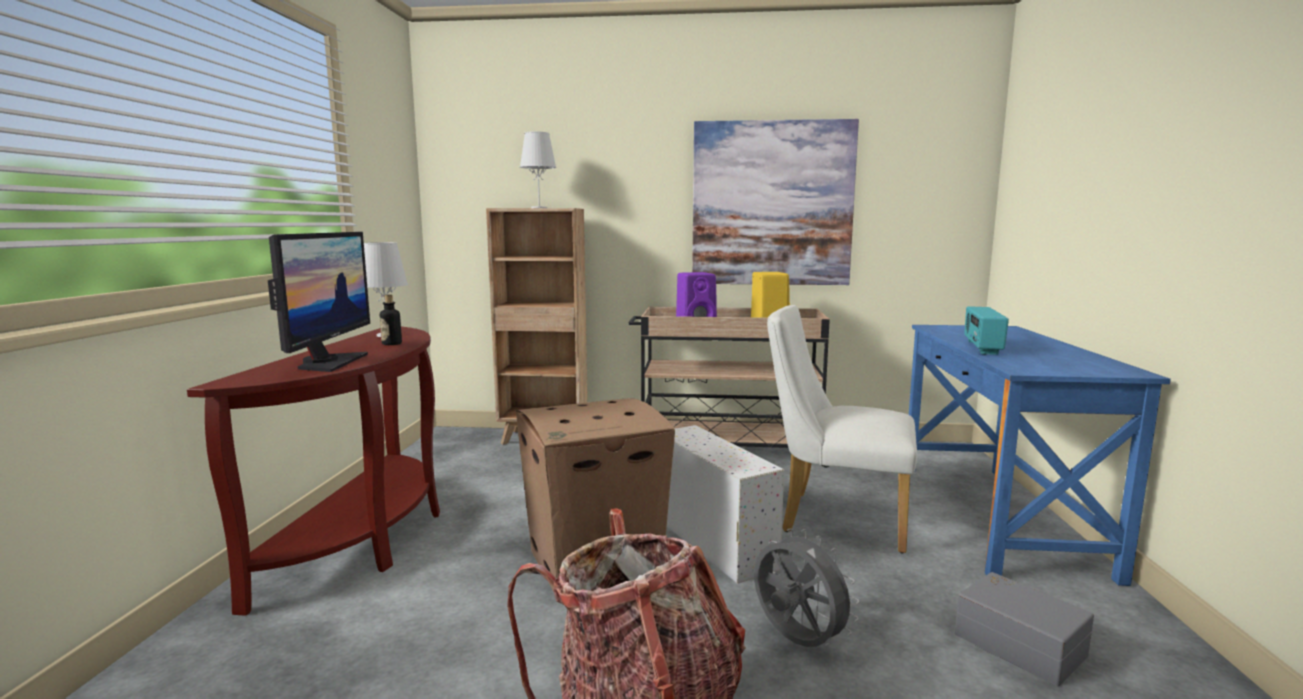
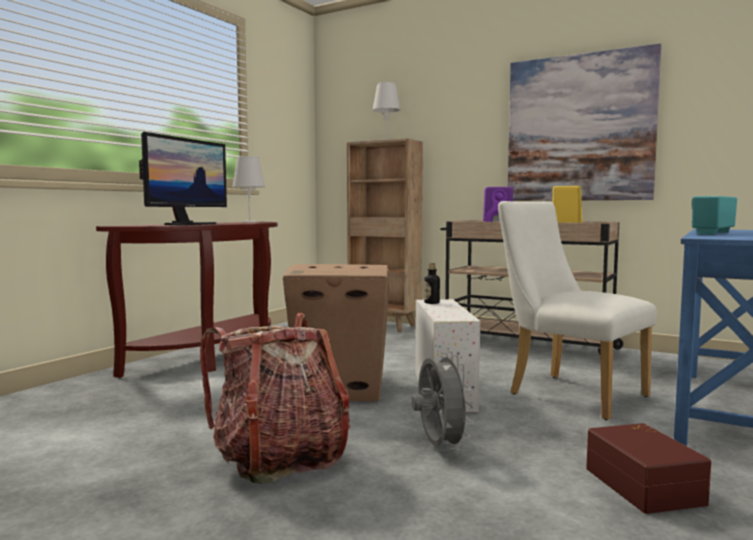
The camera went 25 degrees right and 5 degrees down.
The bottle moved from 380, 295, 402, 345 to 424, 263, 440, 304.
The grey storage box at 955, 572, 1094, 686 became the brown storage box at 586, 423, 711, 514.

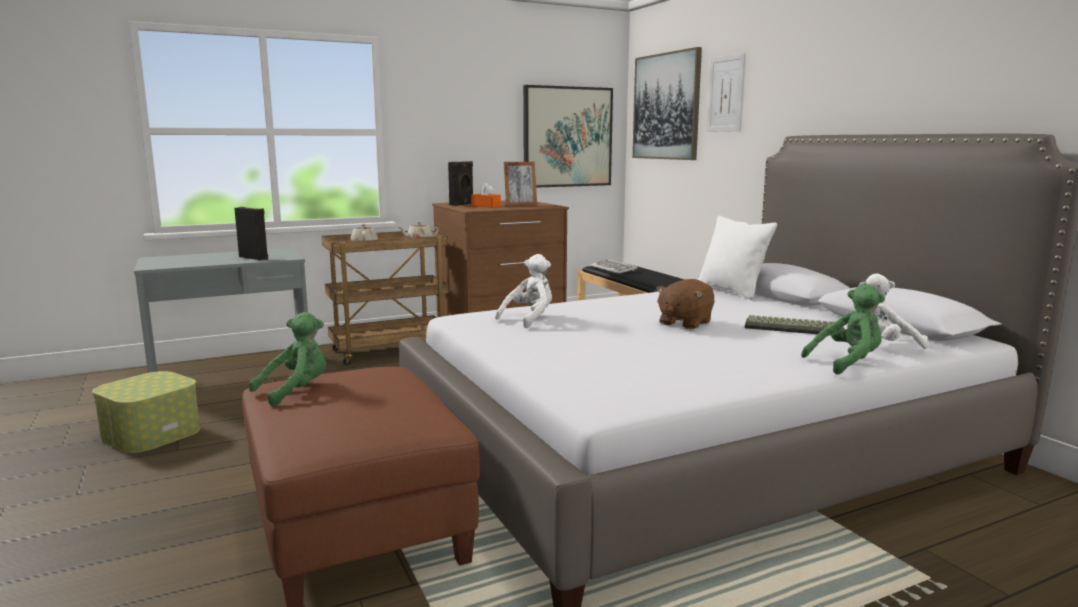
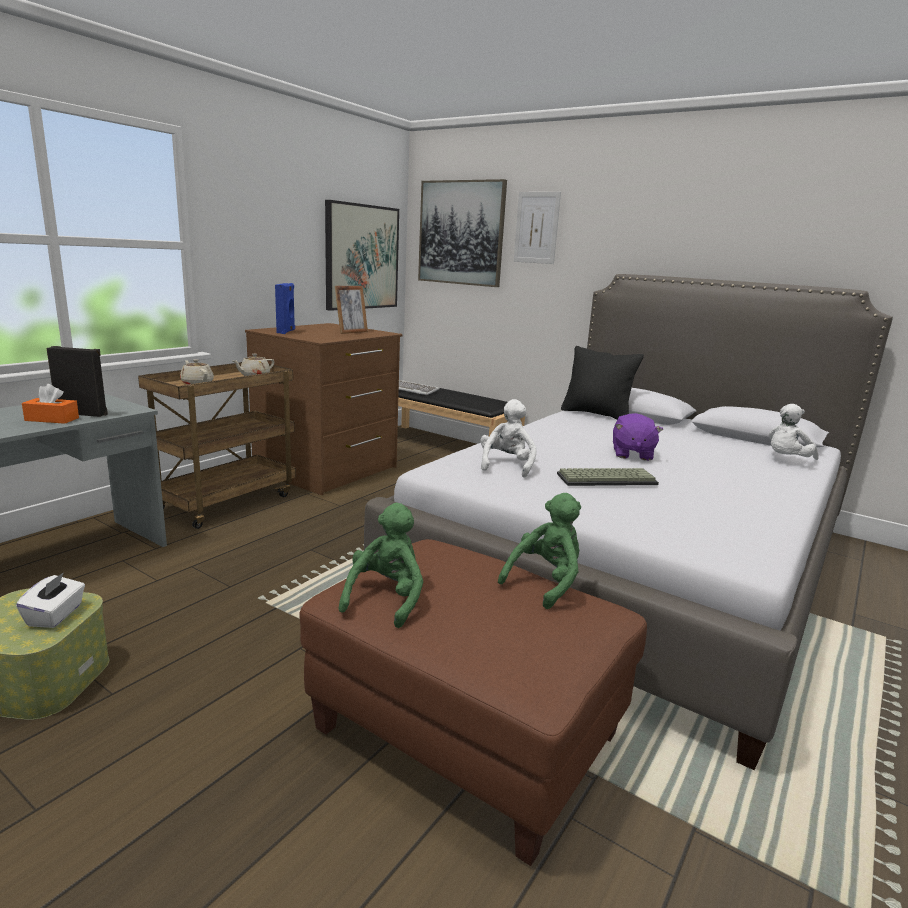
The camera went 30 degrees left and 5 degrees up.
The black speaker at 448, 161, 473, 206 became the blue speaker at 275, 283, 295, 334.
The orange tissue box moved from 471, 183, 501, 208 to 22, 384, 79, 424.
The brown plush toy at 656, 279, 714, 329 became the purple plush toy at 613, 413, 663, 461.
The white pillow at 698, 216, 777, 300 became the black pillow at 561, 346, 644, 419.
The keyboard moved from 745, 315, 834, 336 to 557, 468, 659, 486.
The green plush toy moved from 801, 284, 885, 375 to 498, 493, 581, 609.
The white tissue box at 16, 572, 85, 628 appeared.

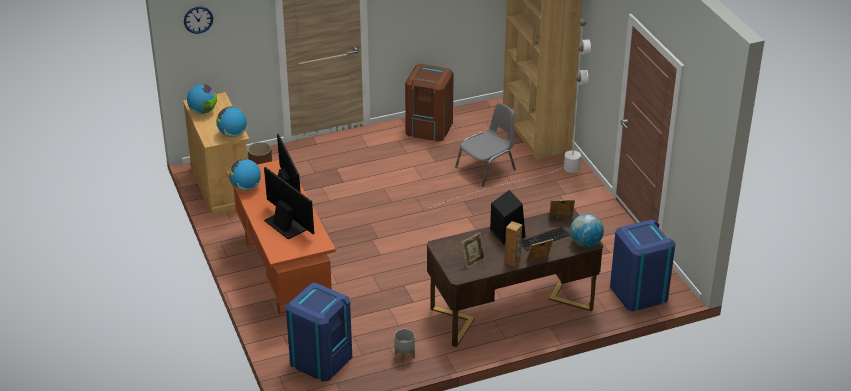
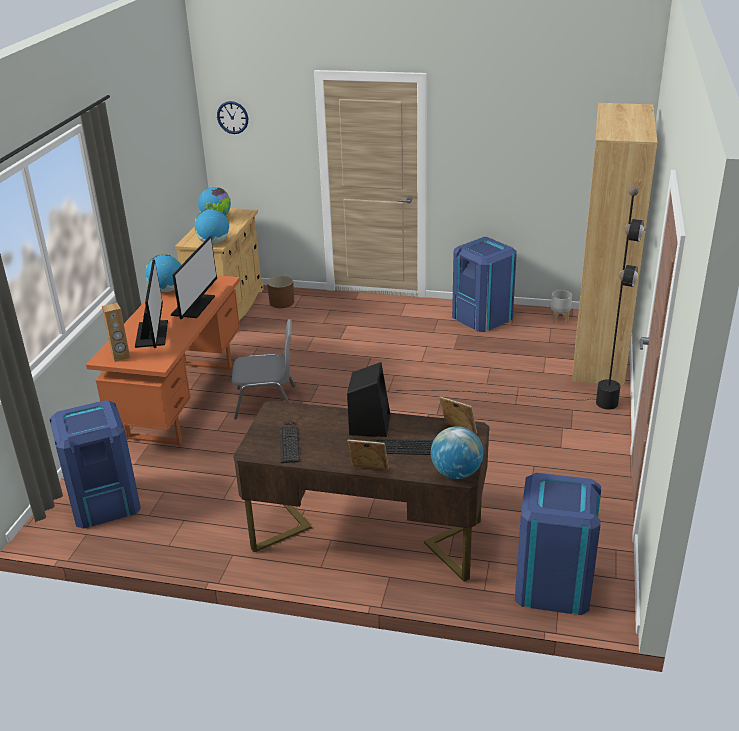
The camera went 35 degrees right and 5 degrees down.
The grey planter moved from 394, 329, 415, 363 to 551, 290, 572, 323.
The brown trash can at 405, 64, 454, 142 became the blue trash can at 452, 237, 517, 332.
The white floor lamp at 428, 19, 591, 209 became the black floor lamp at 395, 186, 644, 410.
The grey chair moved from 455, 103, 516, 187 to 232, 319, 295, 419.
The picture frame at 461, 233, 485, 268 was replaced by the keyboard at 279, 416, 302, 463.
The brown speaker moved from 505, 221, 522, 267 to 102, 303, 130, 362.

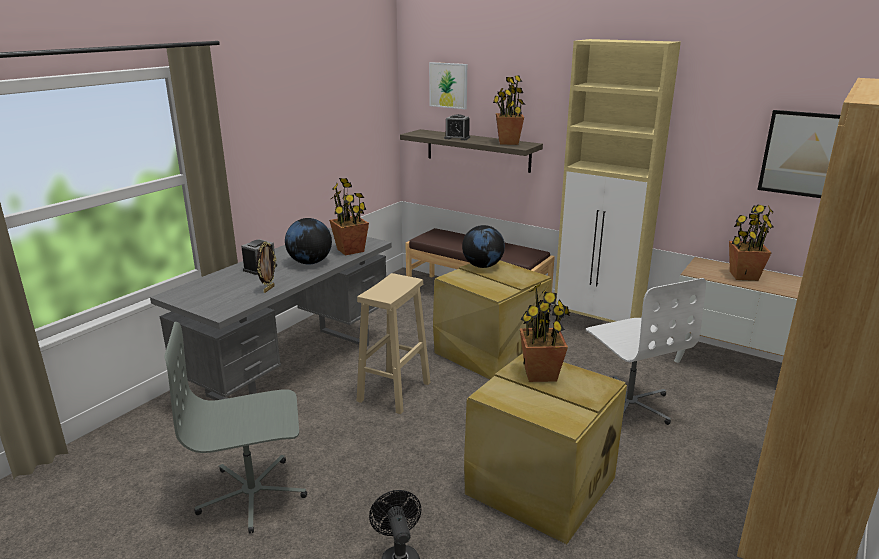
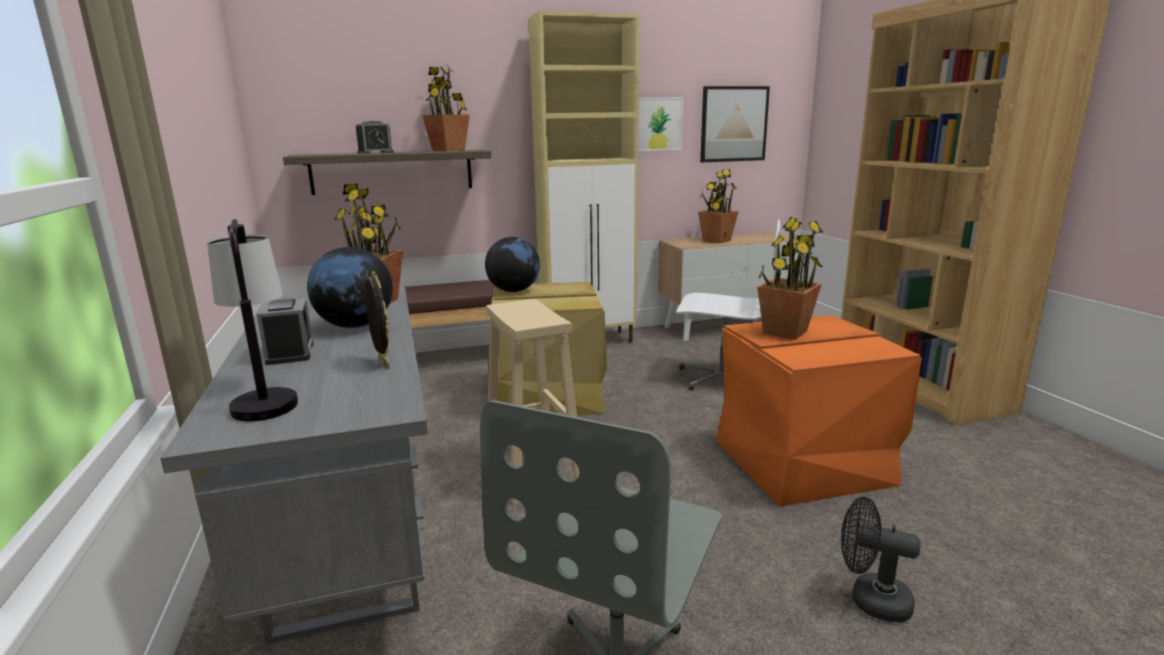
The camera went 50 degrees left and 5 degrees down.
The picture moved from 429, 62, 467, 109 to 638, 97, 684, 151.
The beige storage box at 464, 353, 627, 544 became the orange storage box at 716, 315, 922, 507.
The table lamp at 207, 219, 298, 421 appeared.

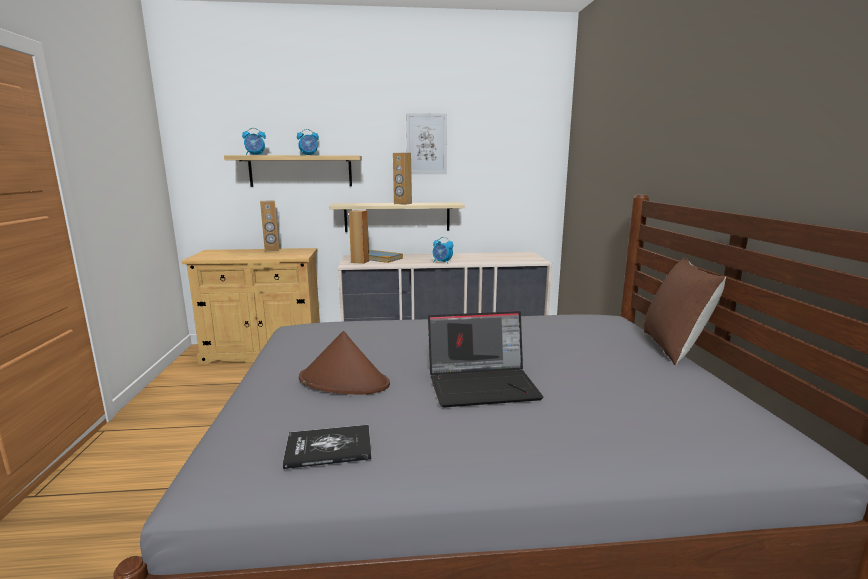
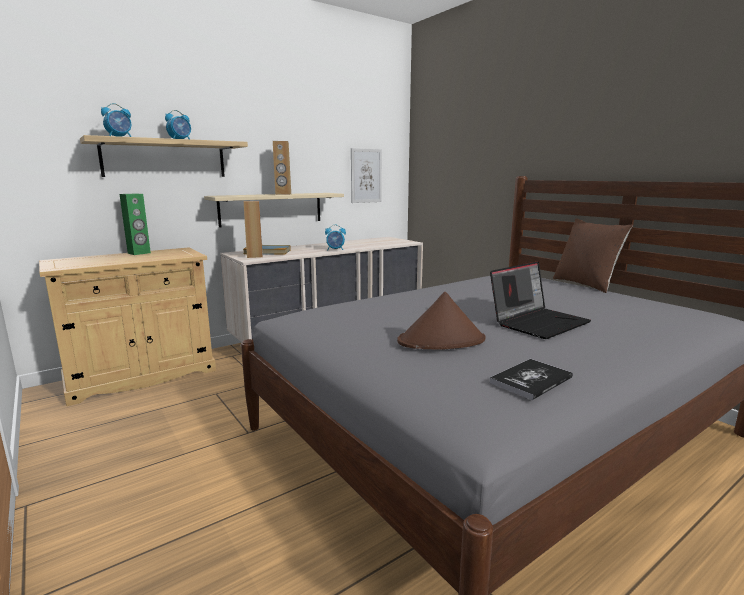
The camera went 30 degrees left and 0 degrees up.
The brown speaker at 260, 200, 279, 252 became the green speaker at 119, 194, 151, 255.
The picture moved from 406, 113, 447, 174 to 351, 148, 382, 203.

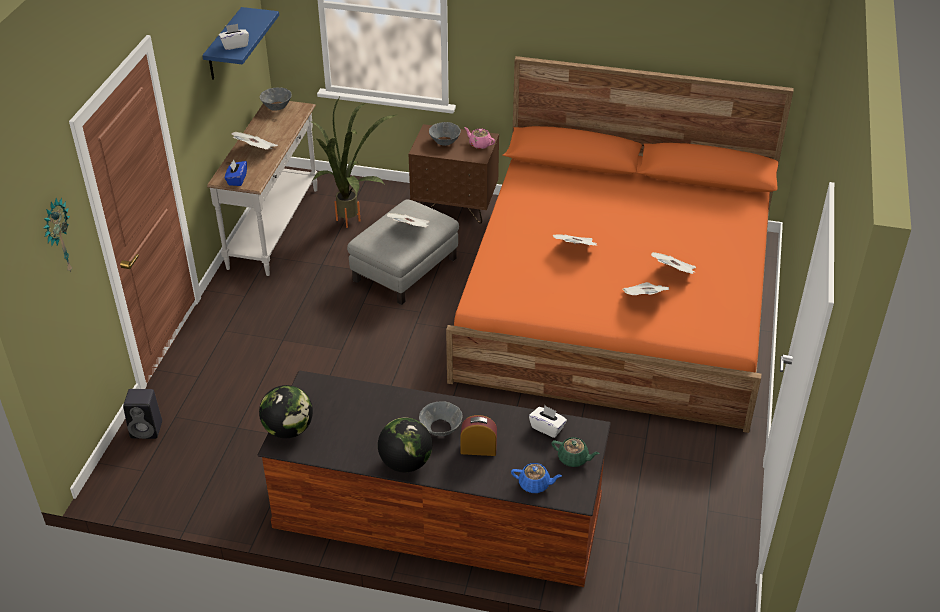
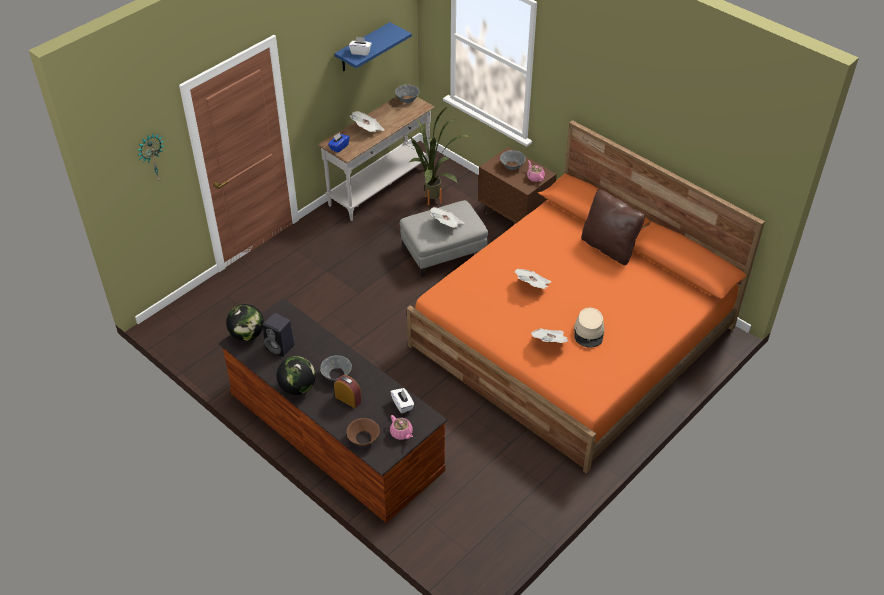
The camera went 30 degrees right and 5 degrees up.
The black speaker moved from 123, 389, 162, 439 to 263, 313, 294, 357.
The blue teapot at 511, 463, 562, 493 was replaced by the brown bowl at 347, 418, 380, 446.
The green teapot at 552, 437, 600, 467 became the pink teapot at 390, 415, 413, 440.
The newspaper at 651, 252, 696, 274 was replaced by the beige hat at 574, 308, 605, 348.
The brown pillow at 581, 189, 645, 265 appeared.

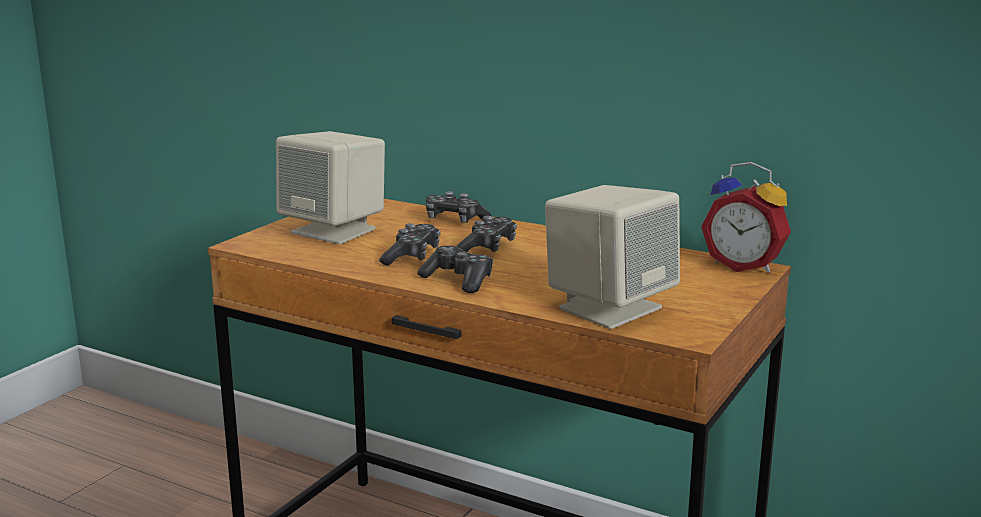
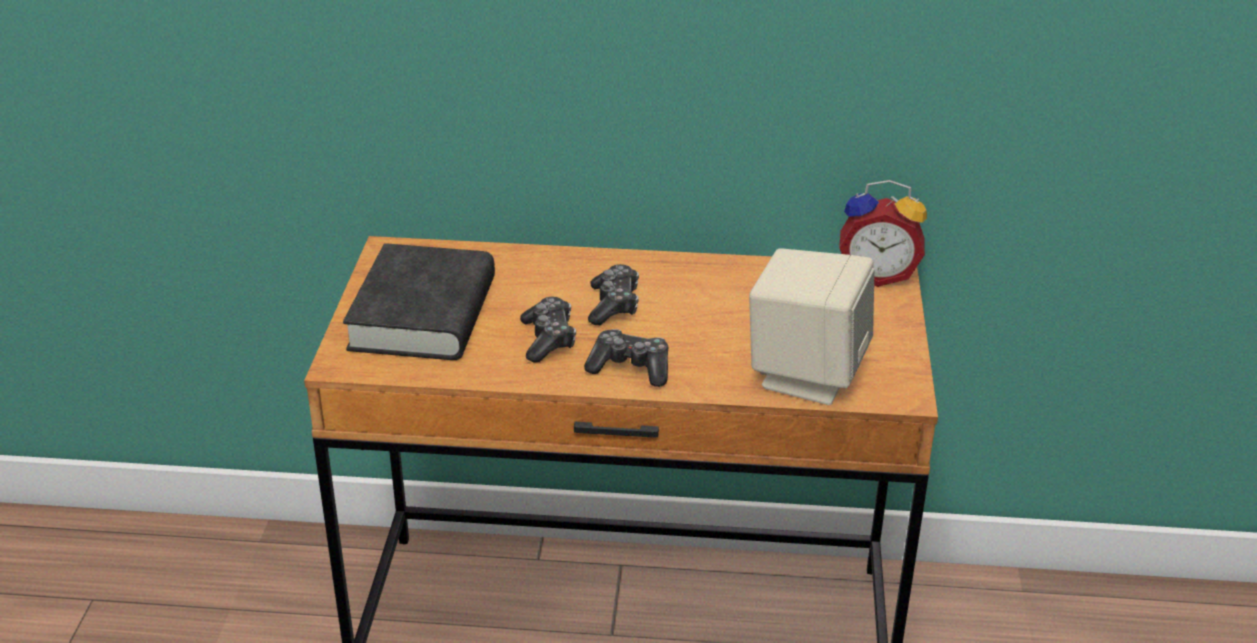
The camera went 25 degrees left and 15 degrees up.
The beige speaker at 276, 131, 385, 244 was replaced by the black book at 343, 243, 495, 360.
The game controller at 426, 191, 491, 223 disappeared.

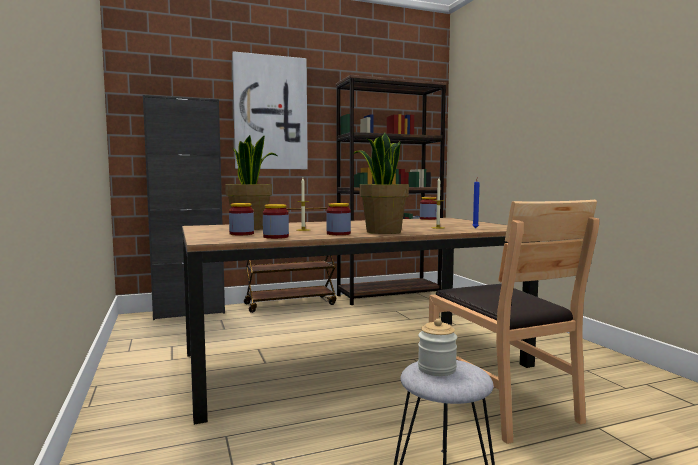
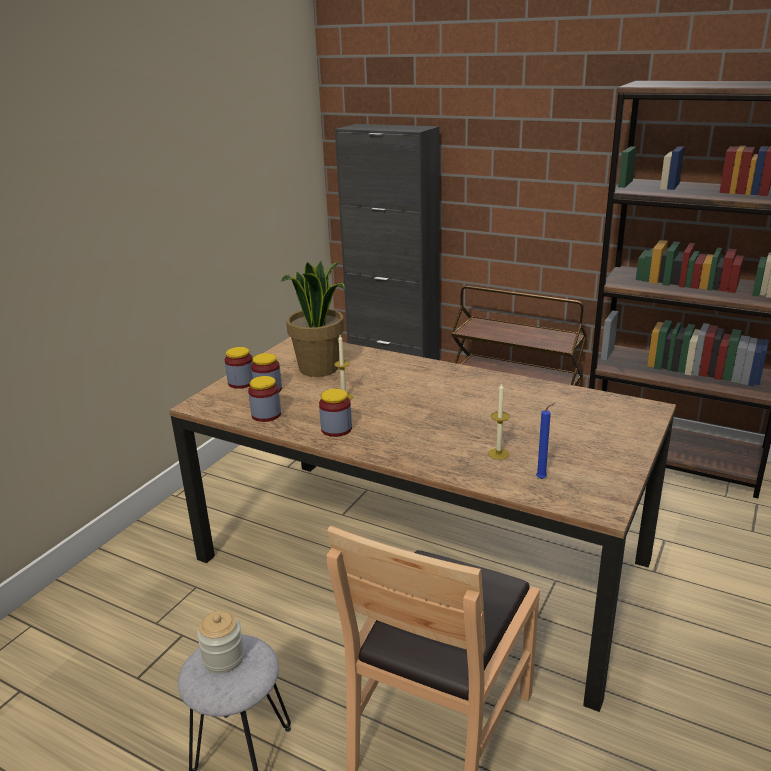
The camera went 50 degrees right and 20 degrees up.
The picture at 232, 51, 308, 169 disappeared.
The potted plant at 353, 133, 409, 234 disappeared.
The jar moved from 420, 197, 437, 220 to 225, 347, 253, 389.

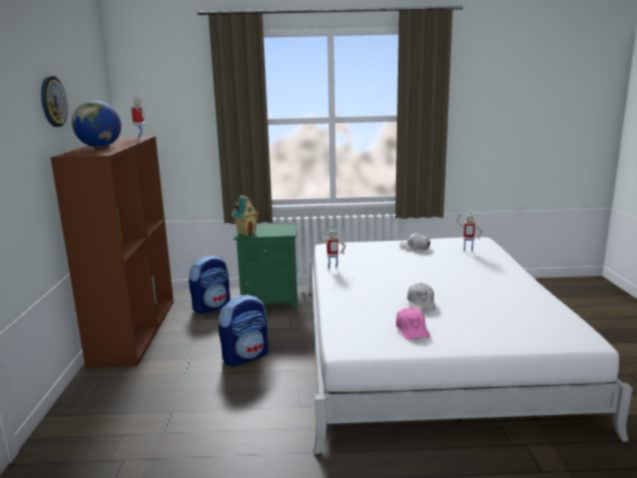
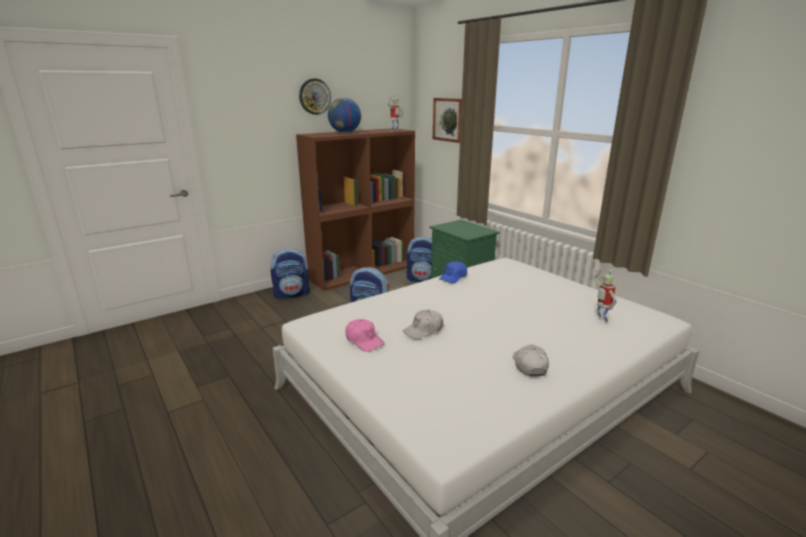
The camera went 55 degrees right and 5 degrees up.
The toy house at 231, 195, 259, 236 disappeared.
The toy robot at 319, 226, 346, 270 was replaced by the blue cap at 439, 261, 467, 284.
The pink cap at 396, 308, 430, 340 turned 90 degrees counterclockwise.
The white cap moved from 399, 233, 430, 250 to 513, 345, 549, 377.
The backpack at 270, 248, 310, 299 appeared.
The picture at 433, 98, 462, 143 appeared.

